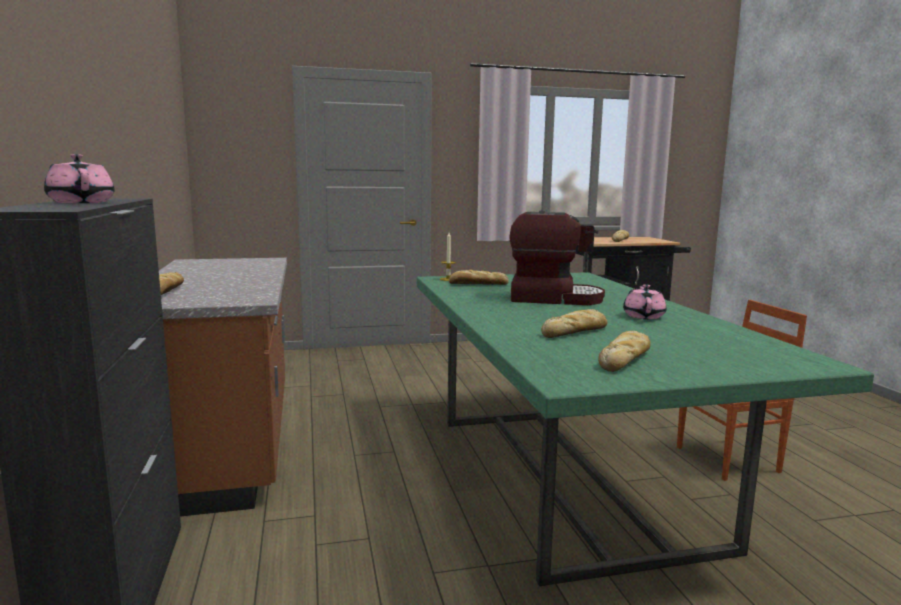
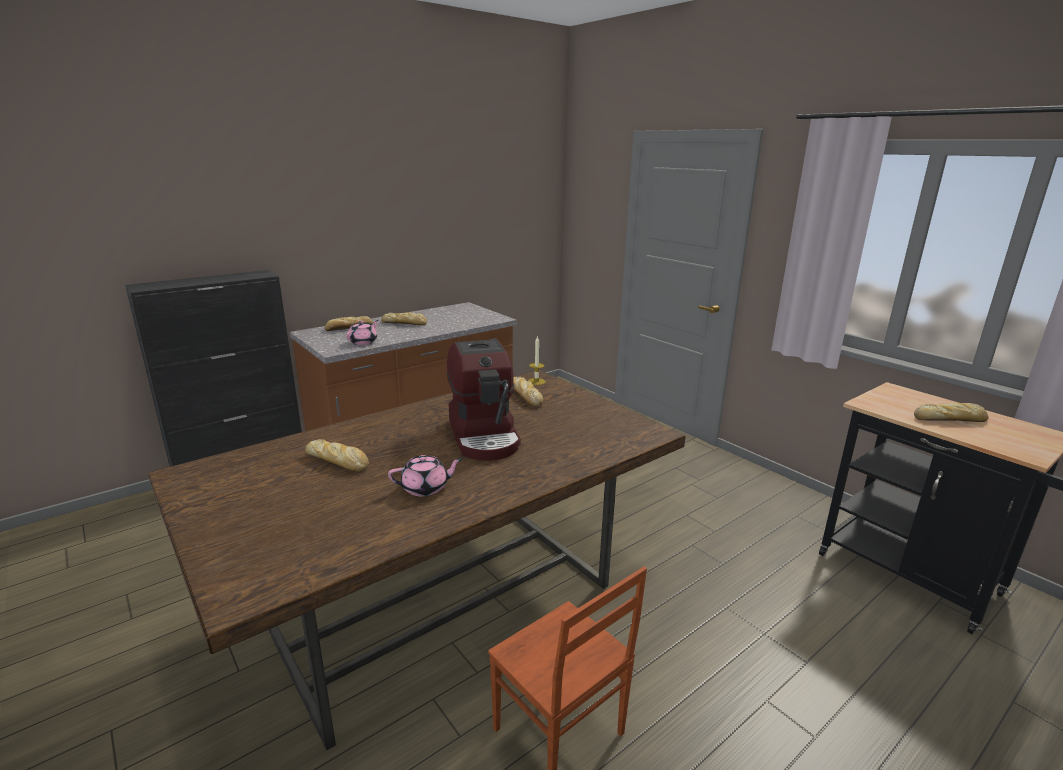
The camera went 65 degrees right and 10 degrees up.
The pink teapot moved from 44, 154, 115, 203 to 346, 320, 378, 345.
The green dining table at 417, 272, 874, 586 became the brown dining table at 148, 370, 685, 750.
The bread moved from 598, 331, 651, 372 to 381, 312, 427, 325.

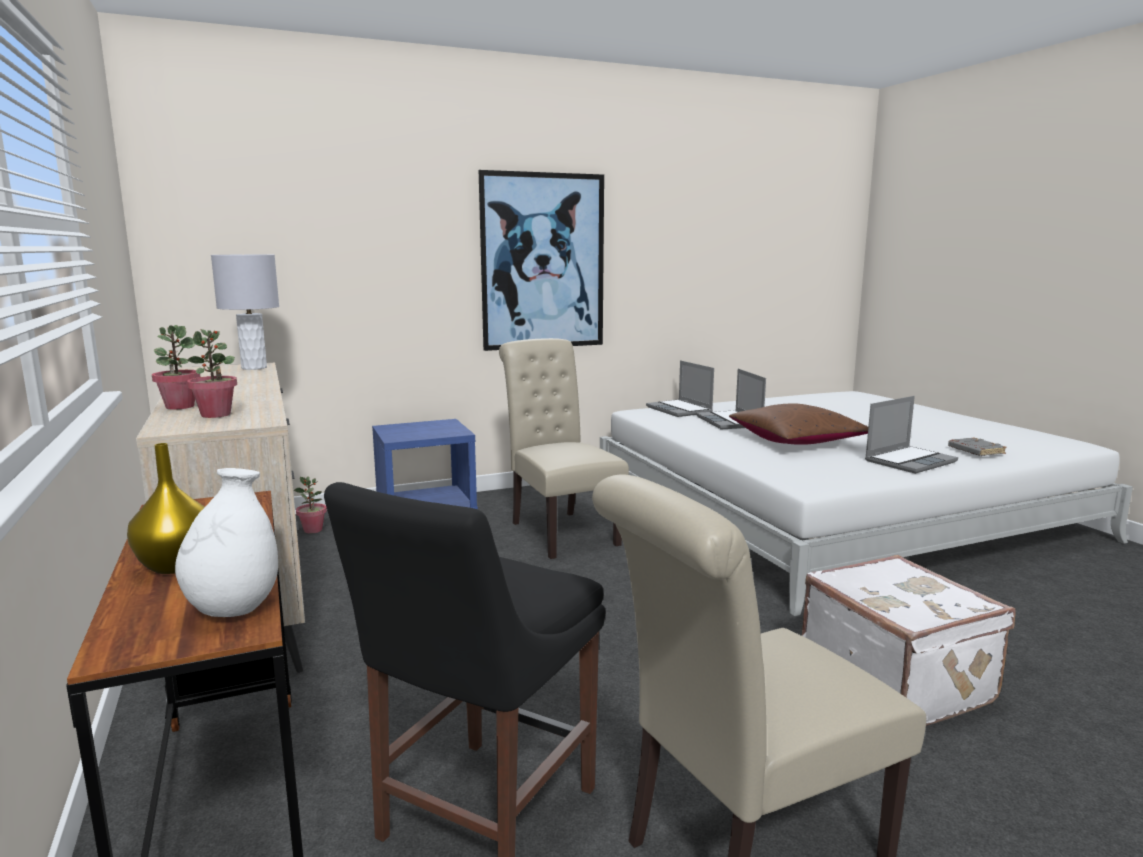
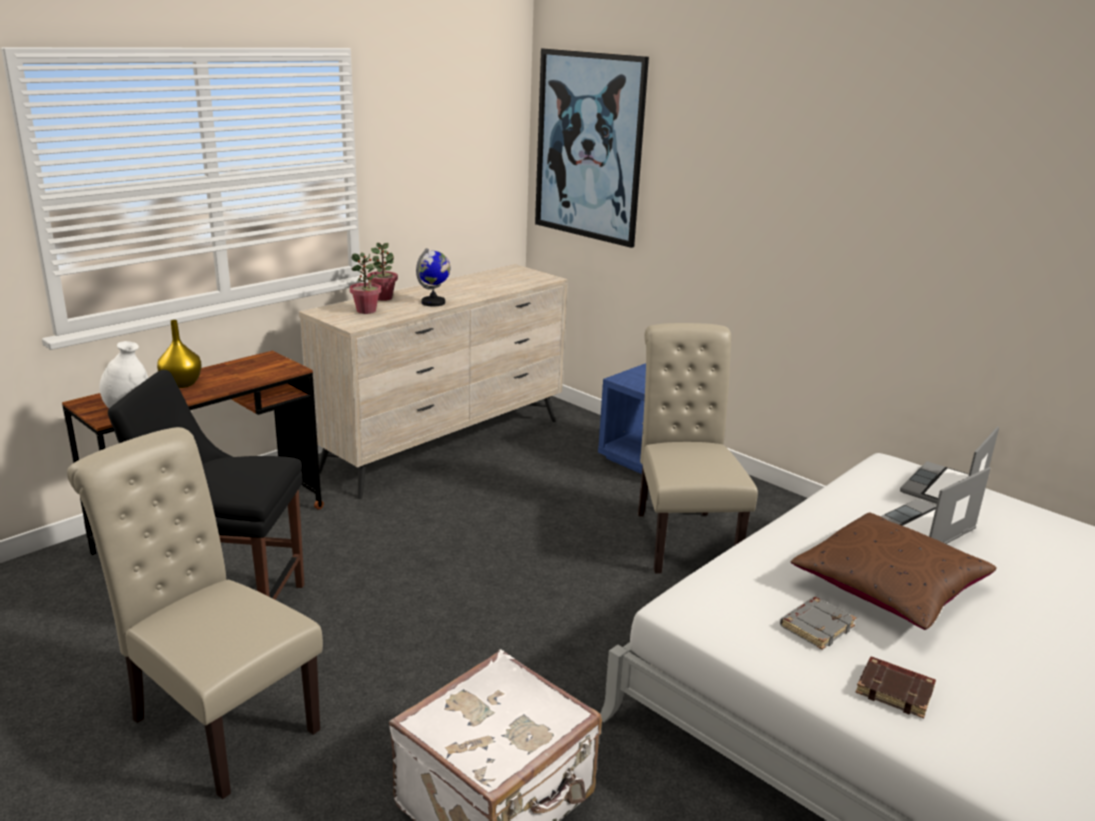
The camera went 65 degrees right and 10 degrees up.
The grey table lamp at 211, 255, 279, 370 disappeared.
The potted plant at 294, 476, 327, 533 disappeared.
The picture moved from 479, 170, 604, 351 to 535, 49, 649, 248.
The beige chair at 499, 338, 629, 559 turned 45 degrees counterclockwise.
The laptop at 865, 396, 958, 474 was replaced by the brown book at 855, 656, 936, 718.
The grey book moved from 948, 437, 1007, 456 to 780, 597, 856, 650.
The globe at 416, 248, 450, 307 appeared.

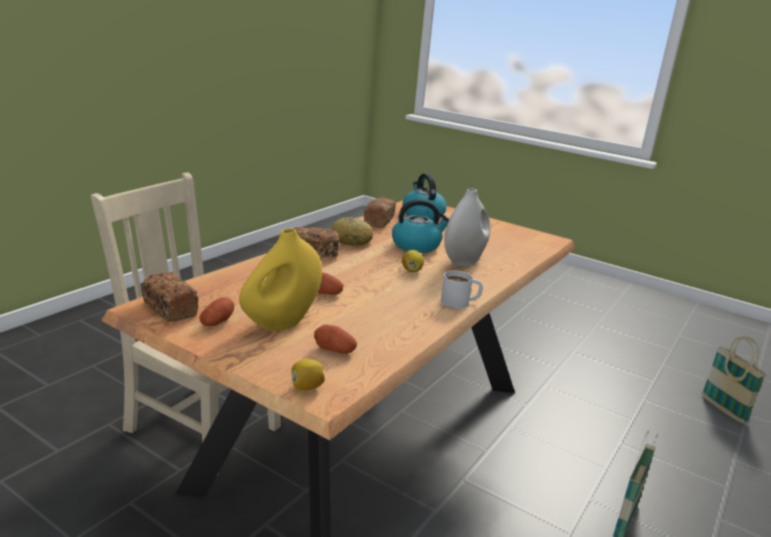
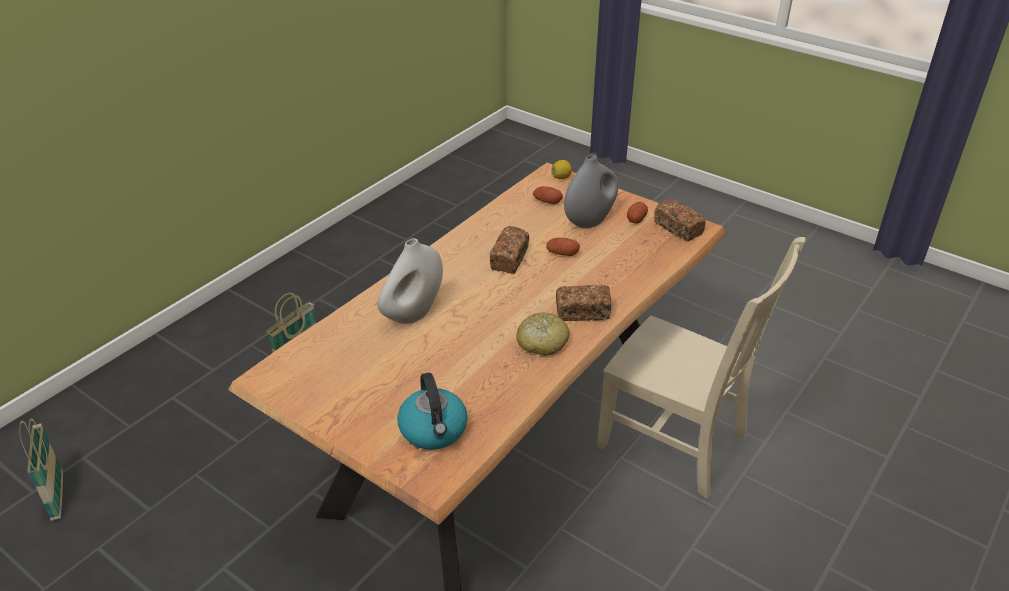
The camera went 175 degrees left and 15 degrees up.
The yellow vase at 239, 228, 322, 331 became the grey vase at 564, 155, 619, 228.
The bread moved from 364, 197, 396, 228 to 490, 226, 529, 274.
The kettle at 392, 199, 450, 253 disappeared.
The lemon at 402, 250, 424, 272 disappeared.
The white mug at 441, 271, 483, 309 disappeared.

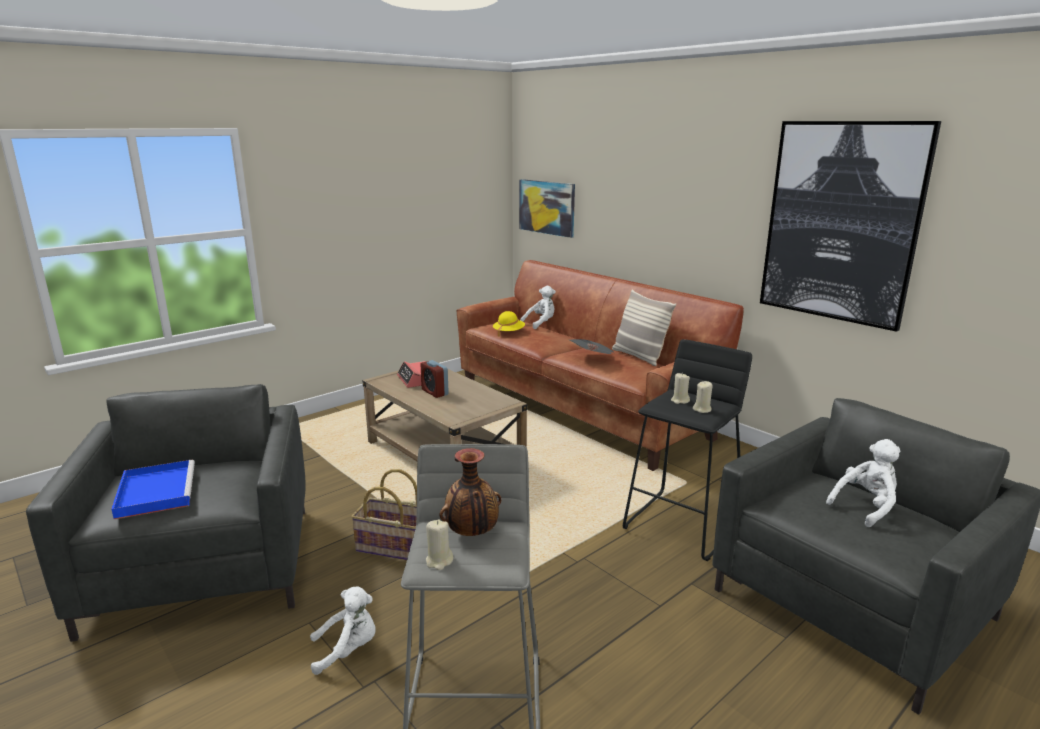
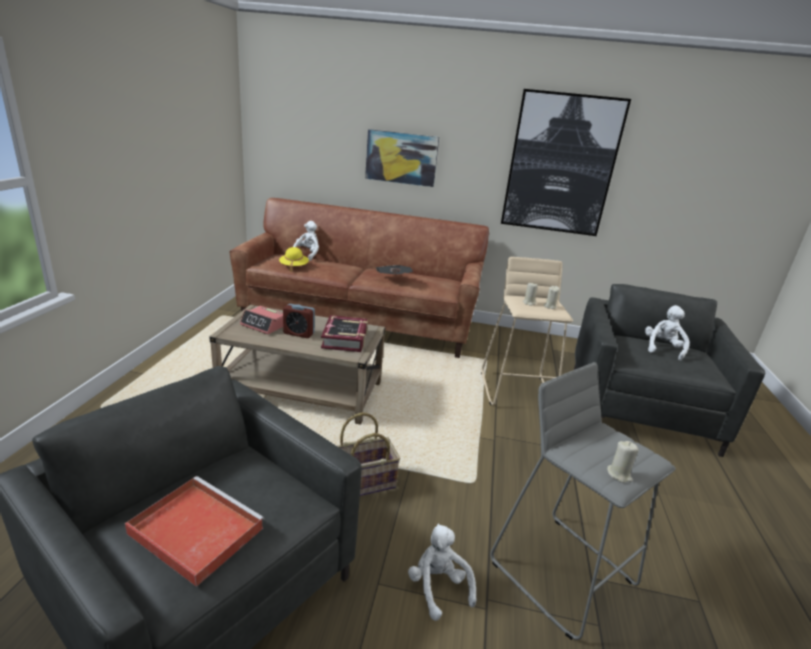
The camera went 40 degrees left and 5 degrees up.
The blue tray at 111, 460, 195, 519 became the red tray at 125, 476, 265, 587.
The white plush toy at 310, 586, 376, 675 turned 60 degrees counterclockwise.
The vase at 440, 448, 501, 536 disappeared.
The picture moved from 519, 179, 575, 238 to 365, 129, 439, 187.
The pillow at 612, 289, 676, 366 disappeared.
The black stool at 623, 339, 752, 561 became the beige stool at 481, 257, 573, 405.
The book at 321, 315, 368, 352 appeared.

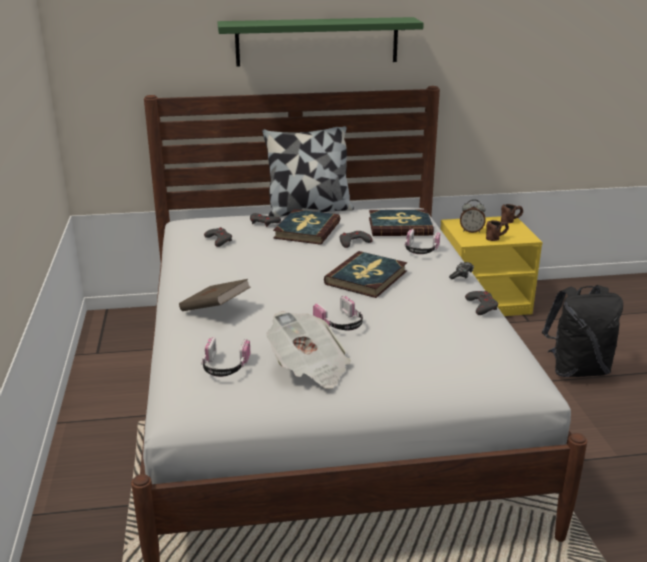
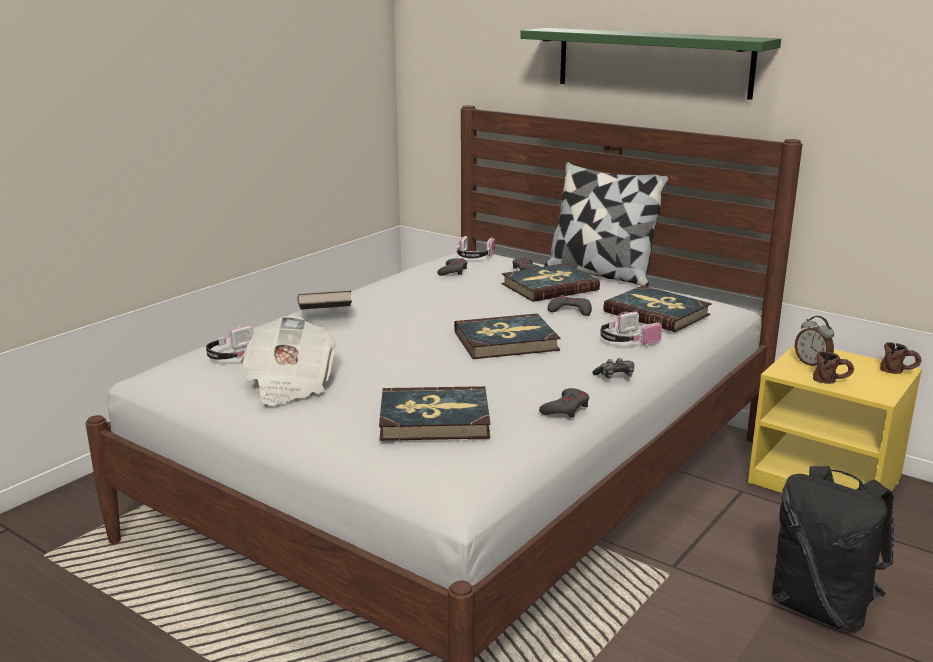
The camera went 45 degrees right and 5 degrees down.
The headphones moved from 313, 296, 363, 331 to 457, 236, 495, 259.
The book at 379, 386, 490, 441 appeared.

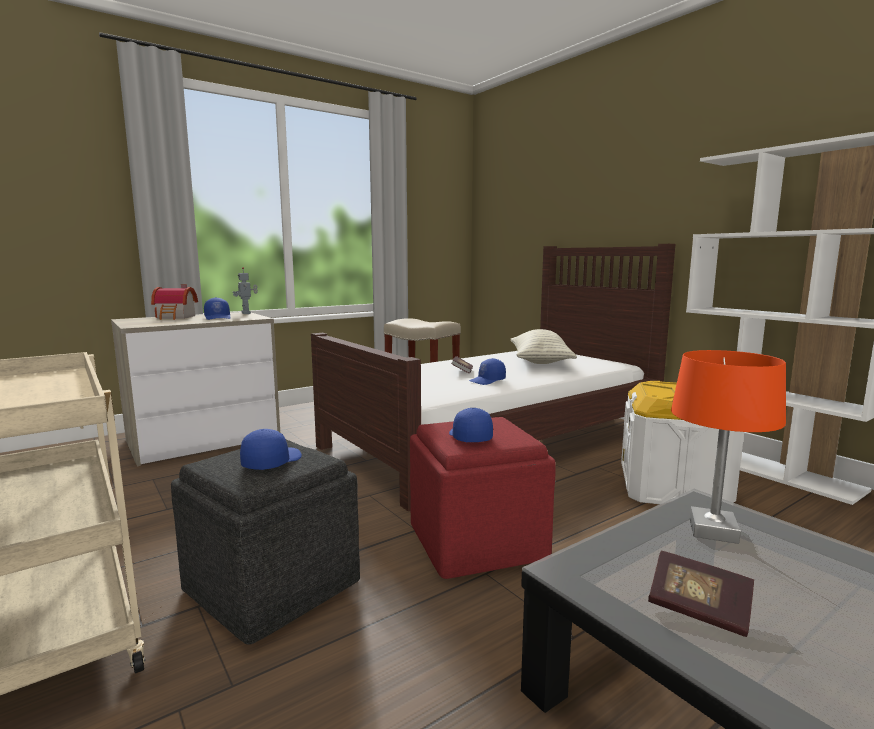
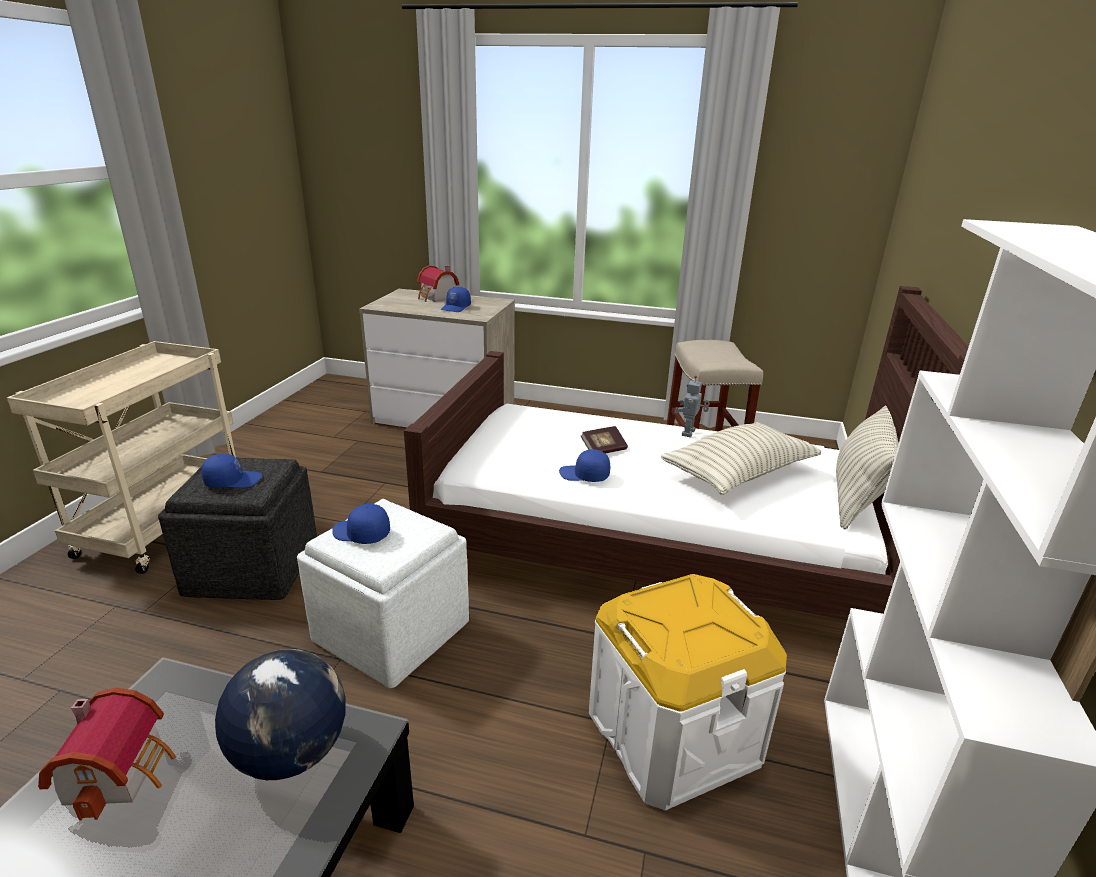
The camera went 50 degrees right and 15 degrees up.
The toy robot moved from 233, 267, 258, 314 to 674, 376, 710, 437.
The red ottoman at 410, 417, 556, 579 became the white ottoman at 297, 499, 469, 688.
The blue cap at 449, 408, 493, 442 turned 105 degrees counterclockwise.
The book at 648, 551, 754, 637 was replaced by the toy house at 38, 688, 176, 820.
The orange table lamp at 671, 350, 786, 544 was replaced by the globe at 215, 649, 346, 780.
The pillow at 836, 406, 899, 529 appeared.

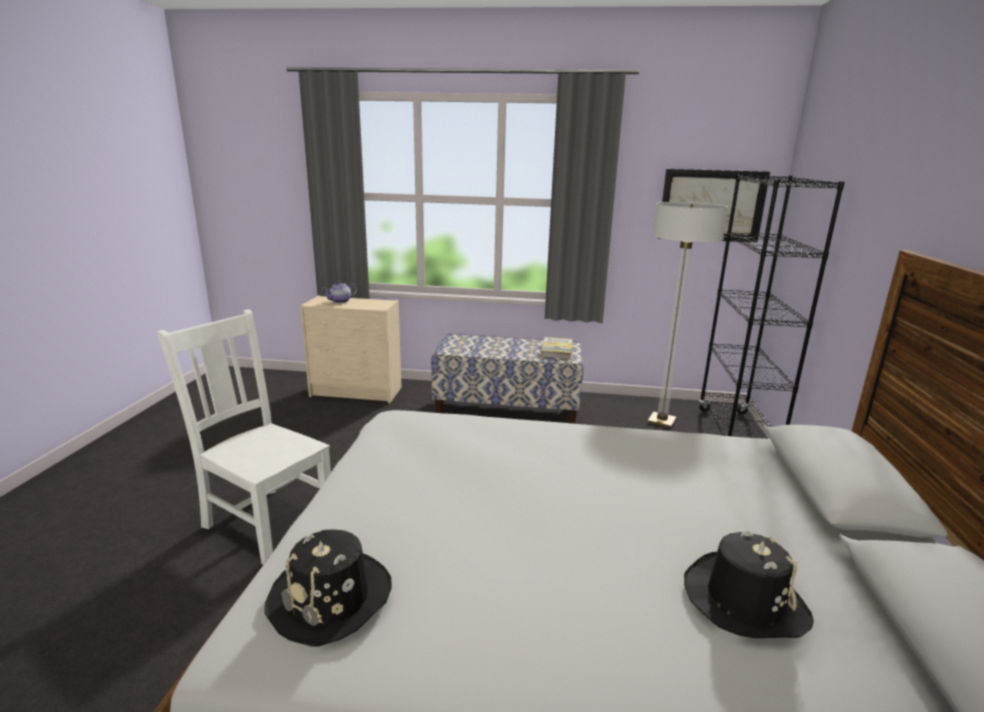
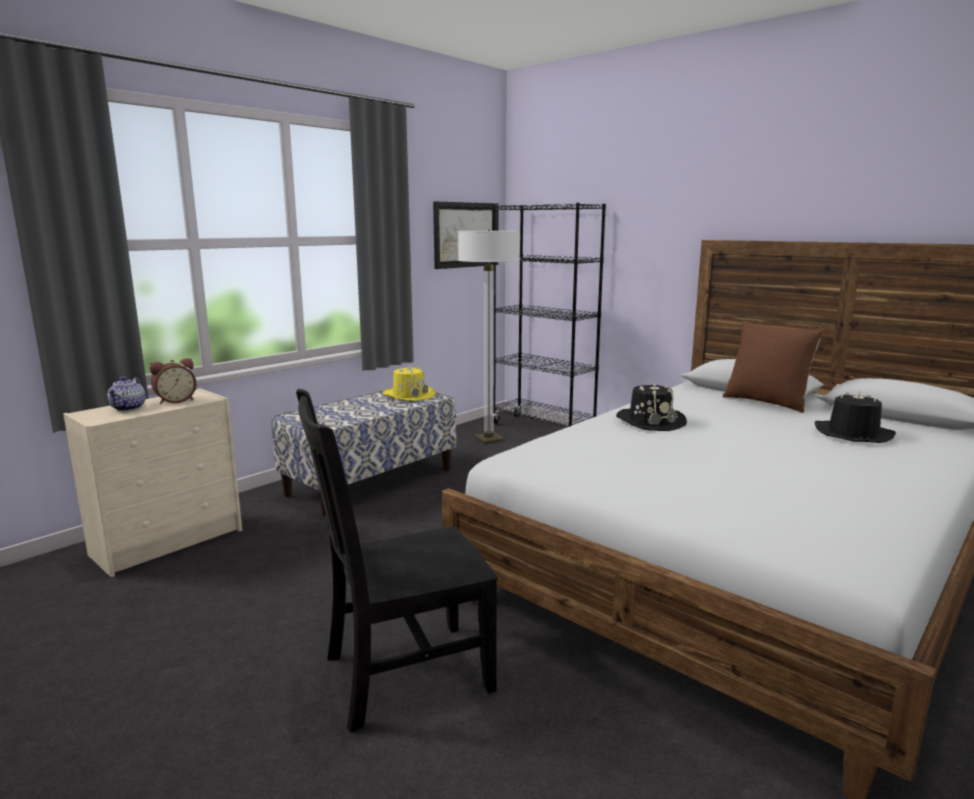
The camera went 55 degrees left and 5 degrees down.
The white chair at 157, 309, 331, 565 became the black chair at 296, 389, 498, 733.
The black hat moved from 264, 529, 392, 647 to 616, 382, 687, 431.
The book at 541, 337, 572, 359 was replaced by the yellow hat at 383, 365, 436, 401.
The alarm clock at 150, 358, 197, 404 appeared.
The brown pillow at 723, 320, 825, 413 appeared.

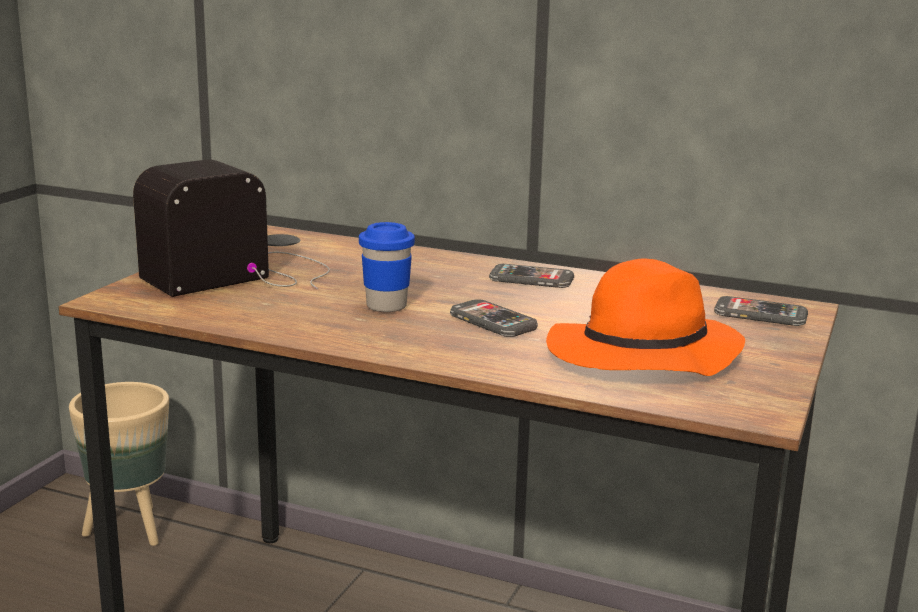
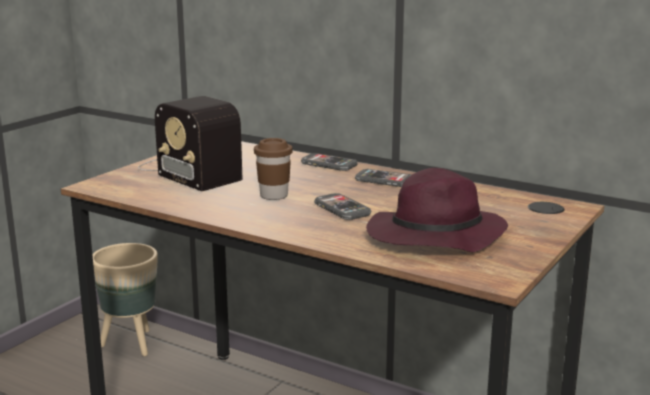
The camera went 10 degrees right and 0 degrees up.
The radio at 133, 160, 330, 297 turned 105 degrees counterclockwise.
The blue cup at 359, 222, 415, 312 became the brown cup at 254, 138, 292, 200.
The orange hat at 546, 258, 745, 376 became the purple hat at 366, 168, 508, 252.
The phone moved from 714, 296, 808, 326 to 301, 153, 358, 171.

